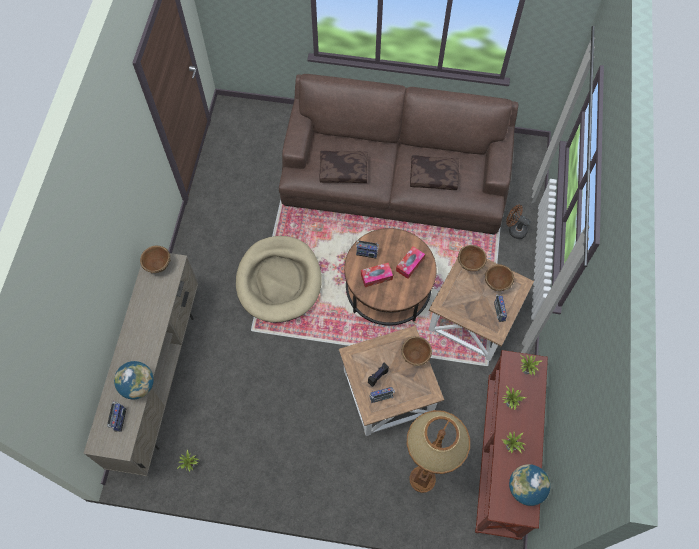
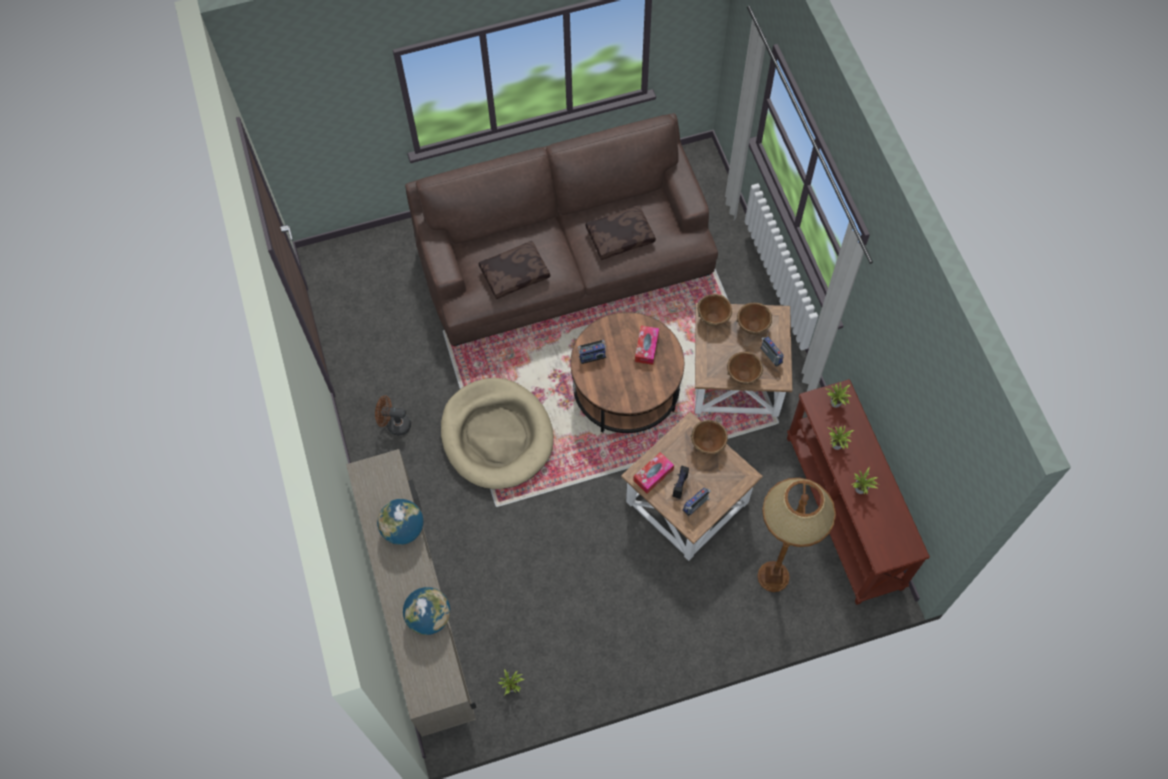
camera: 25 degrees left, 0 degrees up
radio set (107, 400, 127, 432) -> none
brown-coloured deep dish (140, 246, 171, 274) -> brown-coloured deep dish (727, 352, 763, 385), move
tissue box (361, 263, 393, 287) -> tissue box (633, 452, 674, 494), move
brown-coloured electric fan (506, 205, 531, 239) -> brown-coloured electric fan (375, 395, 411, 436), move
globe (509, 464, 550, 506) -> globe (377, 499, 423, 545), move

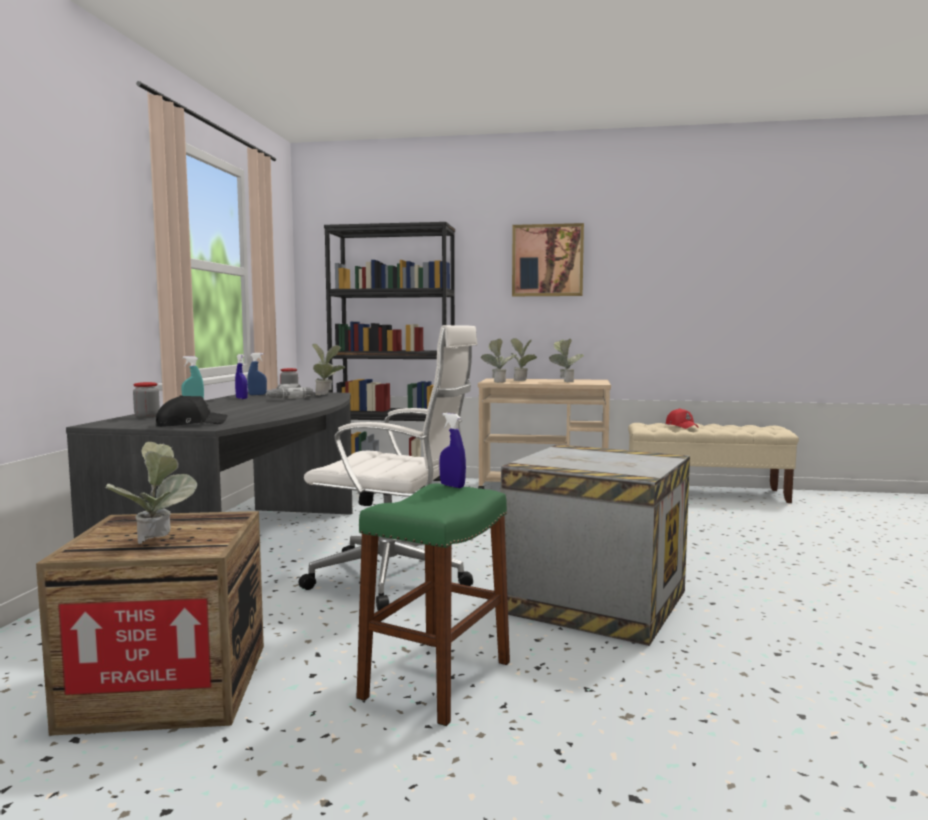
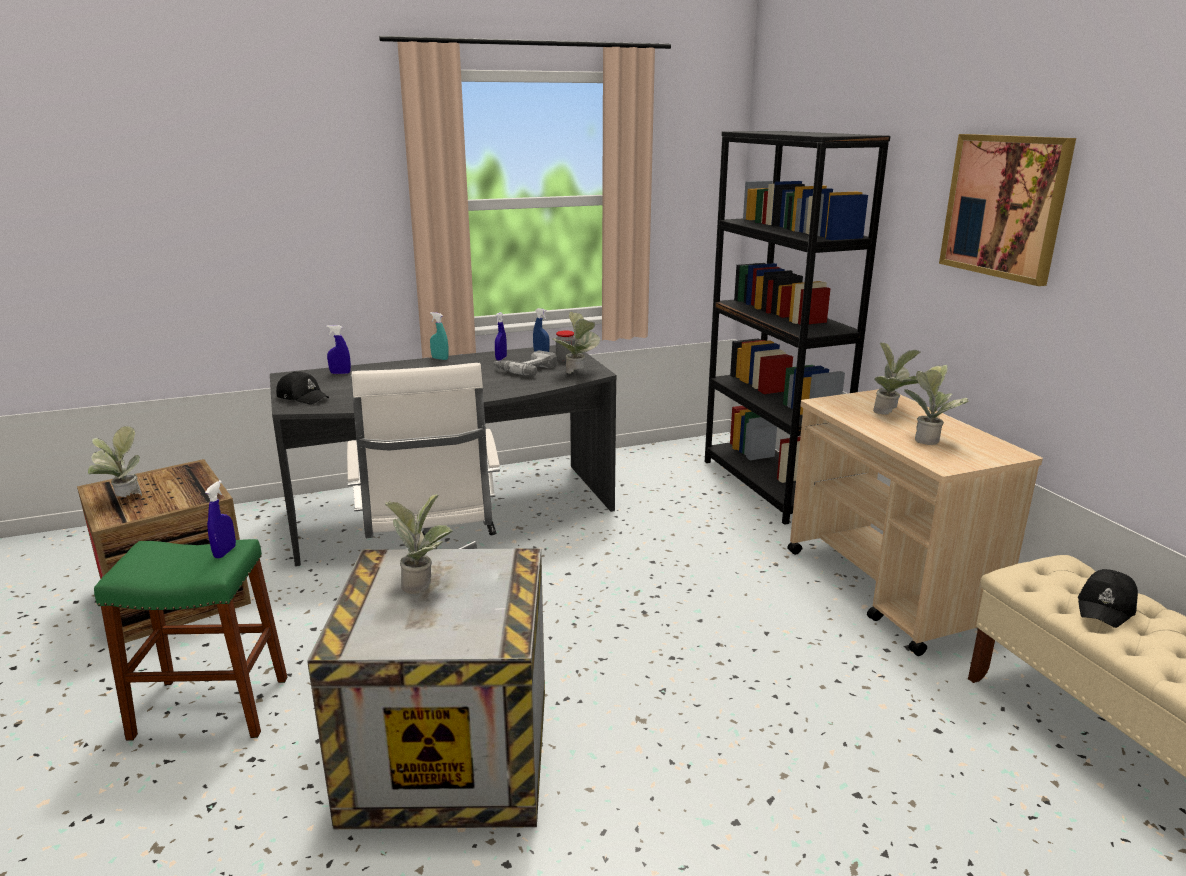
camera: 60 degrees right, 15 degrees up
jar (133, 382, 160, 418) -> blue spray bottle (326, 325, 351, 374)
houseplant (481, 339, 516, 383) -> houseplant (385, 494, 453, 594), move
red-coloured baseball cap (666, 408, 698, 429) -> black-coloured baseball cap (1078, 569, 1138, 628)

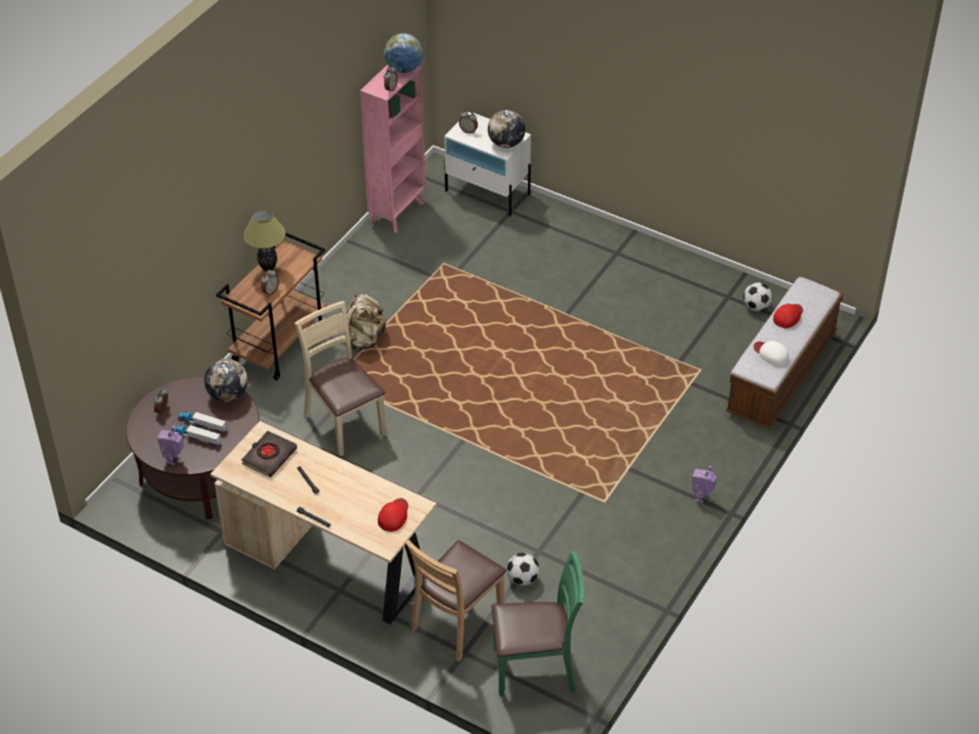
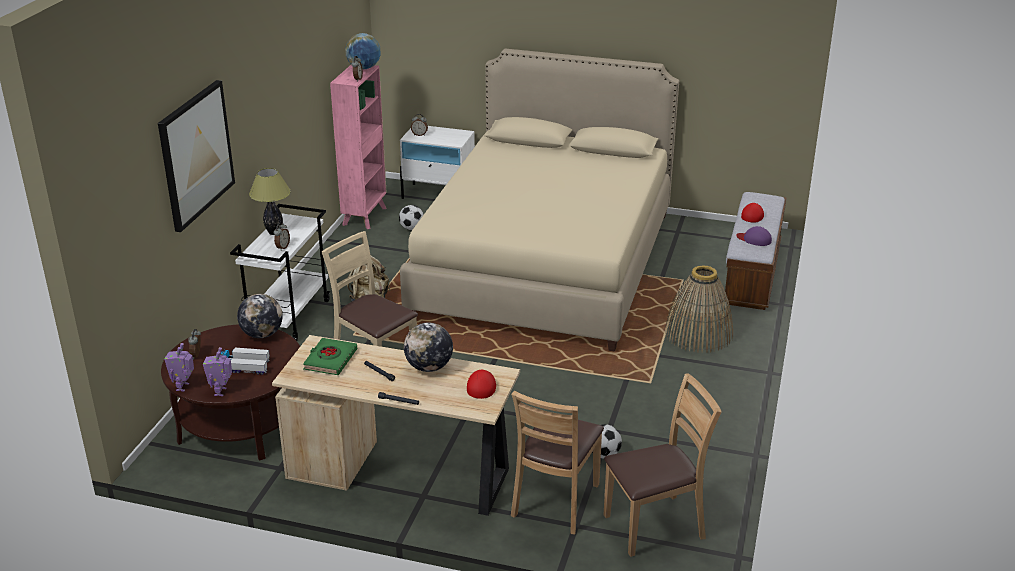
camera: 15 degrees left, 15 degrees down
brown-coloured trolley (216, 233, 326, 380) -> whitish trolley (230, 204, 330, 341)
black-coloured bound book (242, 431, 297, 477) -> green-coloured bound book (303, 338, 357, 375)
globe (488, 110, 525, 148) -> globe (404, 323, 453, 372), move
green-coloured plain chair (491, 551, 584, 696) -> brown-coloured plain chair (603, 373, 722, 557)
robot figure (692, 466, 717, 503) -> robot figure (164, 343, 194, 391), move
football (743, 282, 772, 311) -> football (399, 205, 424, 230), move
whitish baseball cap (754, 341, 789, 366) -> purple-coloured baseball cap (736, 226, 772, 246)
none -> picture (158, 80, 235, 232)
none -> beige sleeping bed (400, 49, 679, 352)
none -> basket (664, 265, 733, 353)

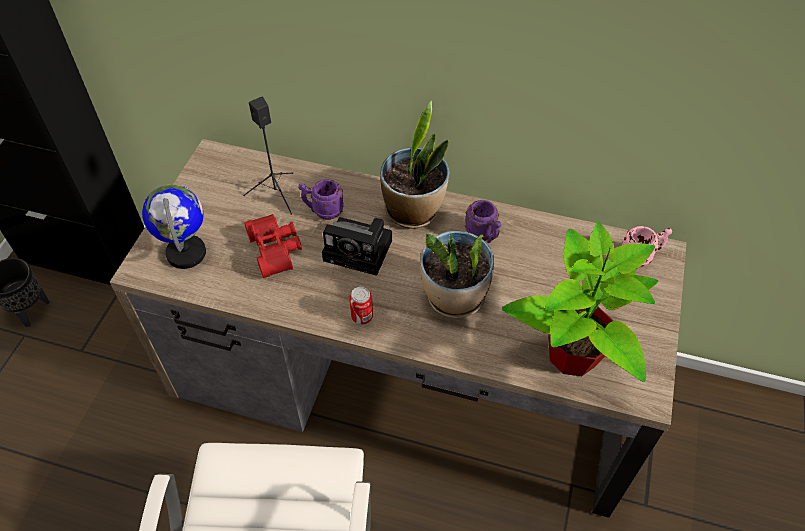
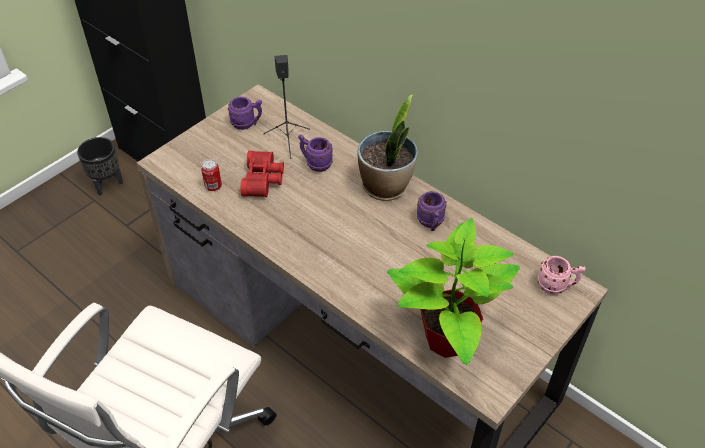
camera: 25 degrees right, 5 degrees down
globe (142, 184, 206, 269) -> none
photo camera (322, 217, 392, 276) -> none
can (350, 287, 373, 325) -> can (201, 159, 222, 191), move
houseplant (420, 231, 494, 318) -> none
none -> purple-coloured coffee mug (228, 97, 262, 130)

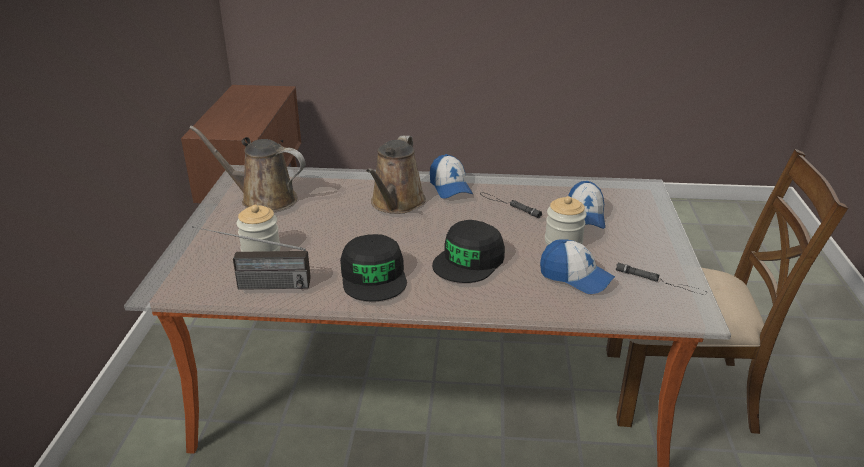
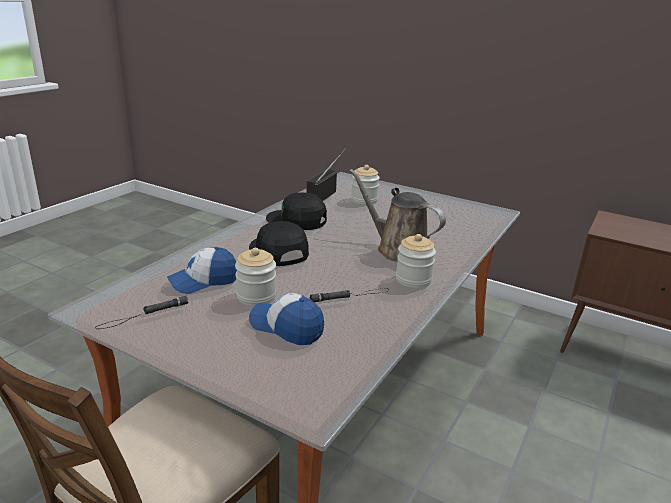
camera: 115 degrees right, 5 degrees down
brown-coloured watering pot (189, 126, 305, 212) -> none
baseball cap (430, 154, 473, 198) -> jar (396, 234, 436, 288)

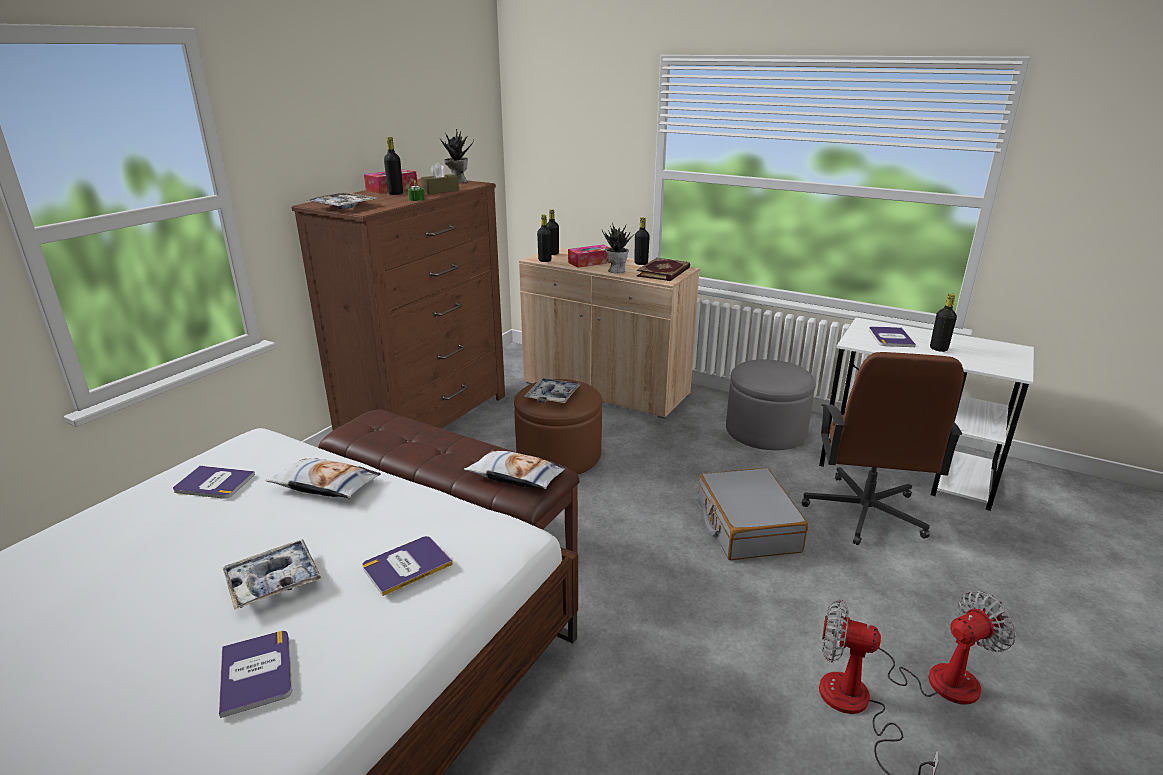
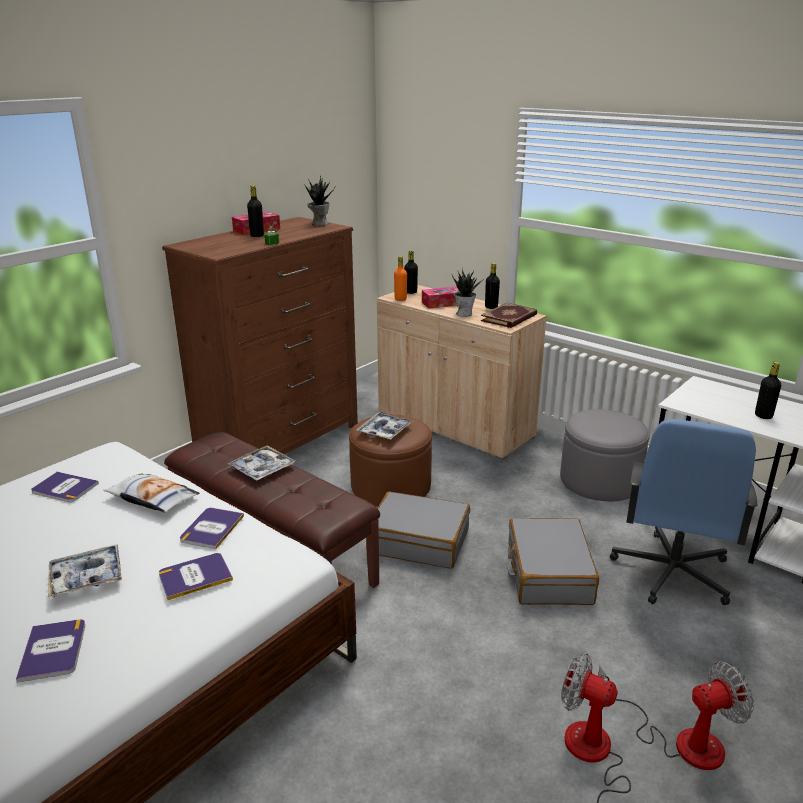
camera: 10 degrees right, 0 degrees up
tray (309, 193, 377, 209) -> tray (228, 446, 295, 481), move
brown-coloured tissue box (421, 162, 459, 194) -> none
throw pillow (464, 450, 567, 489) -> none
black-coloured bottle (537, 215, 551, 262) -> orange bottle (394, 256, 407, 301)
brown-coloured office chair (802, 352, 964, 545) -> blue office chair (610, 419, 758, 605)
bound book (869, 326, 916, 347) -> bound book (180, 508, 244, 549), move
none -> greyish piece of luggage (366, 491, 470, 569)

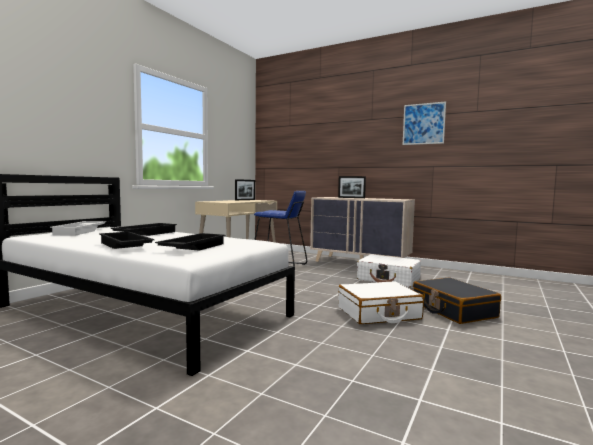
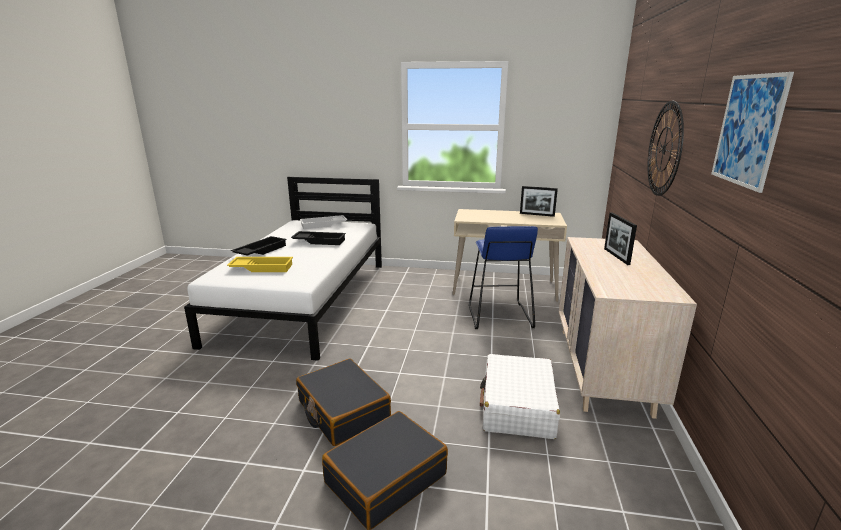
camera: 70 degrees right, 15 degrees up
black-coloured tray (155, 233, 225, 251) -> yellowish tray (227, 257, 293, 272)
whitish piece of luggage (338, 281, 424, 324) -> black-coloured piece of luggage (296, 358, 391, 446)
none -> clock on the wall (647, 101, 684, 196)

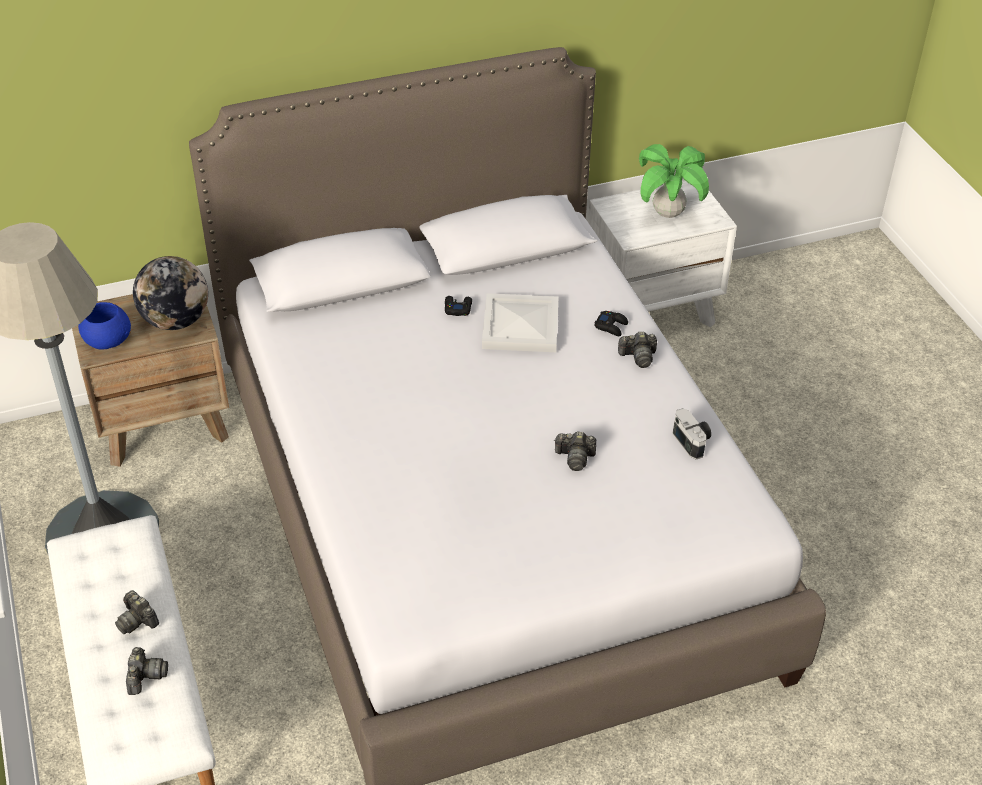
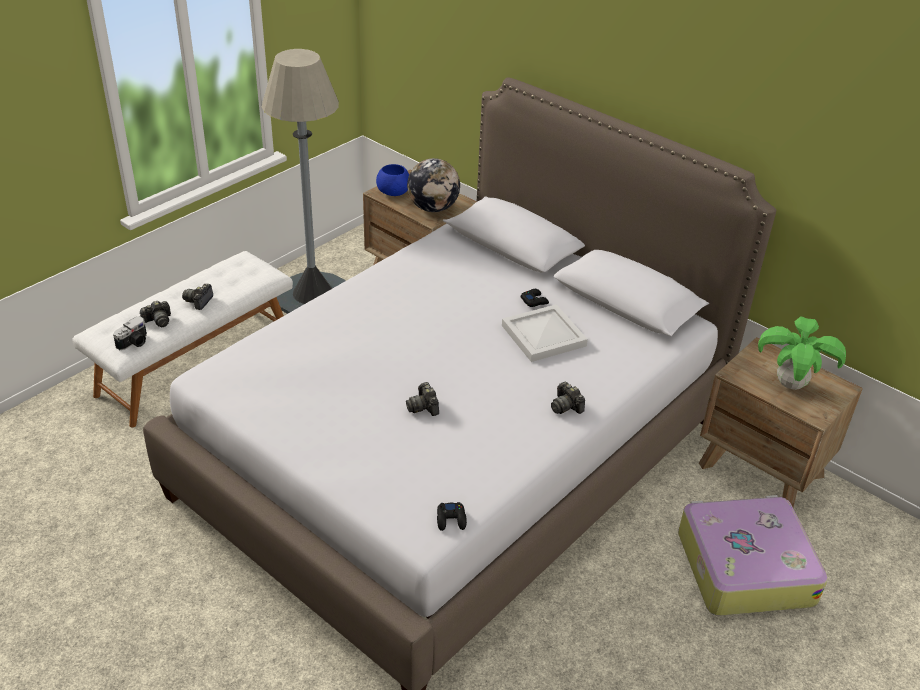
camera: 60 degrees right, 5 degrees down
whitish bedside table (588, 180, 737, 328) -> brown-coloured bedside table (699, 337, 863, 507)
black-coloured game controller (594, 311, 628, 336) -> black-coloured game controller (437, 502, 467, 531), move
photo camera (672, 408, 711, 460) -> photo camera (113, 316, 147, 350), move
none -> piece of luggage (678, 495, 828, 616)

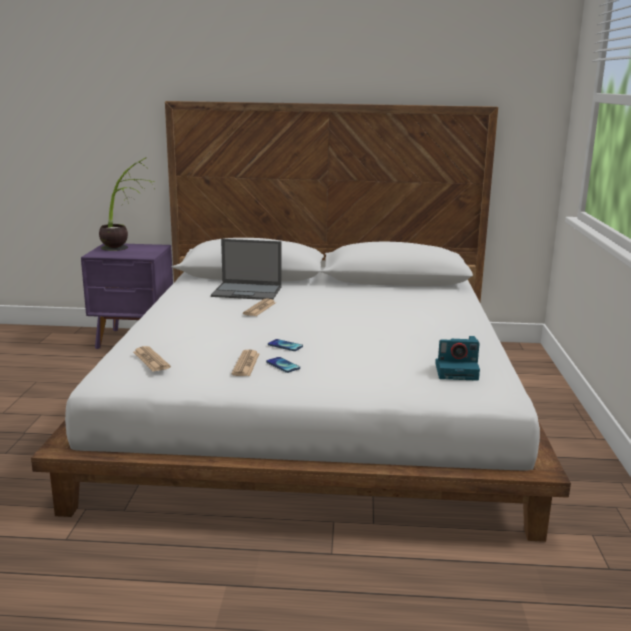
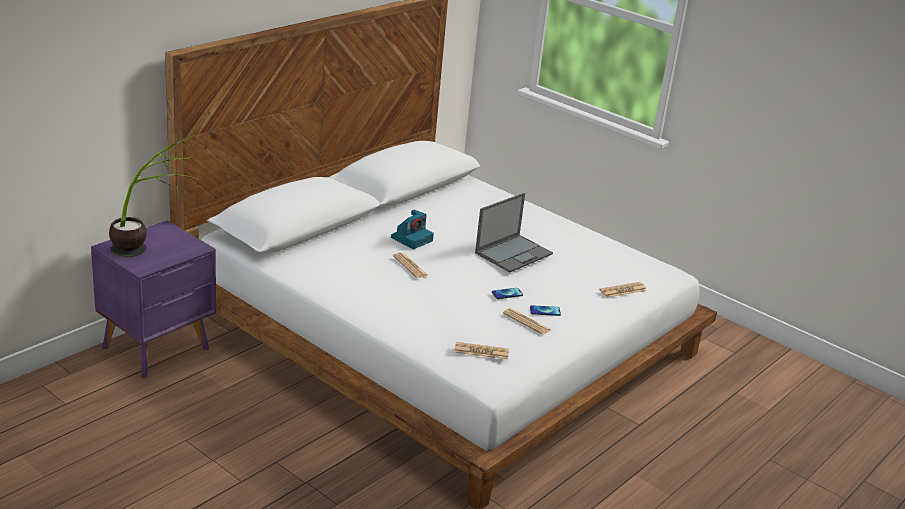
camera: 55 degrees left, 10 degrees up
portable computer (211, 239, 282, 300) -> portable computer (475, 193, 553, 272), move
photo camera (435, 336, 480, 381) -> photo camera (391, 210, 434, 249), move
none -> newspaper (599, 282, 647, 298)

